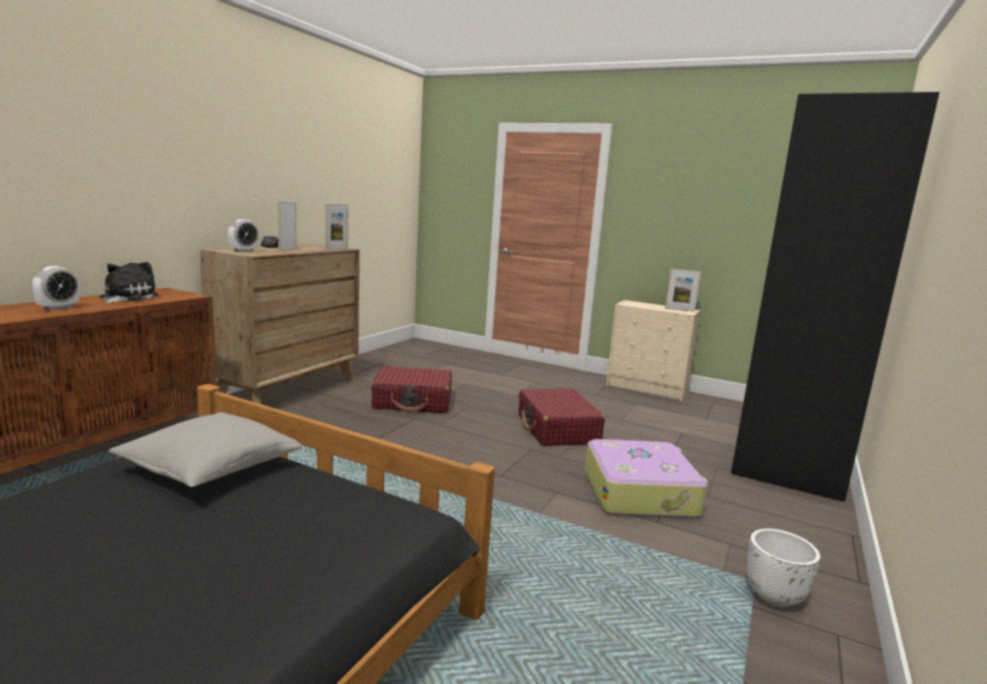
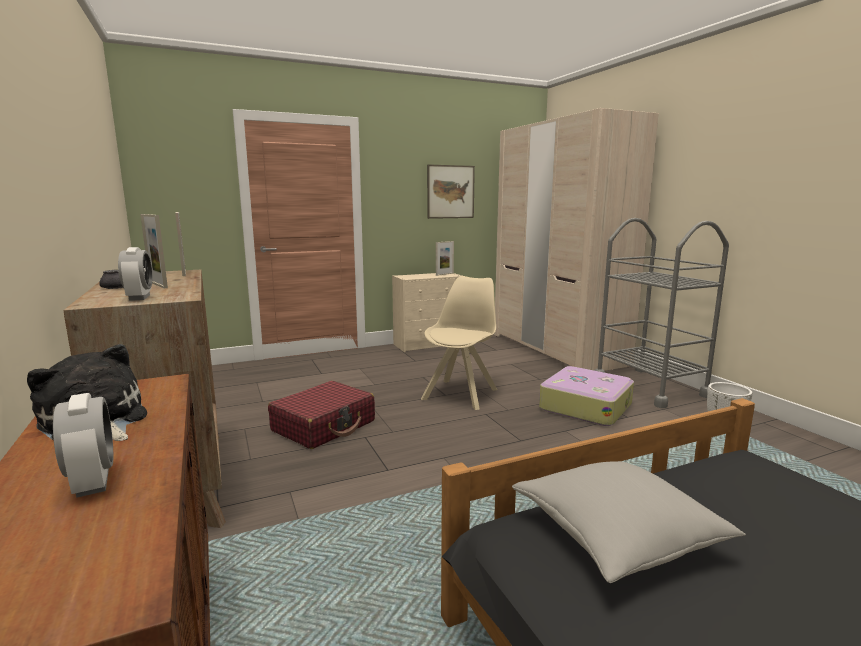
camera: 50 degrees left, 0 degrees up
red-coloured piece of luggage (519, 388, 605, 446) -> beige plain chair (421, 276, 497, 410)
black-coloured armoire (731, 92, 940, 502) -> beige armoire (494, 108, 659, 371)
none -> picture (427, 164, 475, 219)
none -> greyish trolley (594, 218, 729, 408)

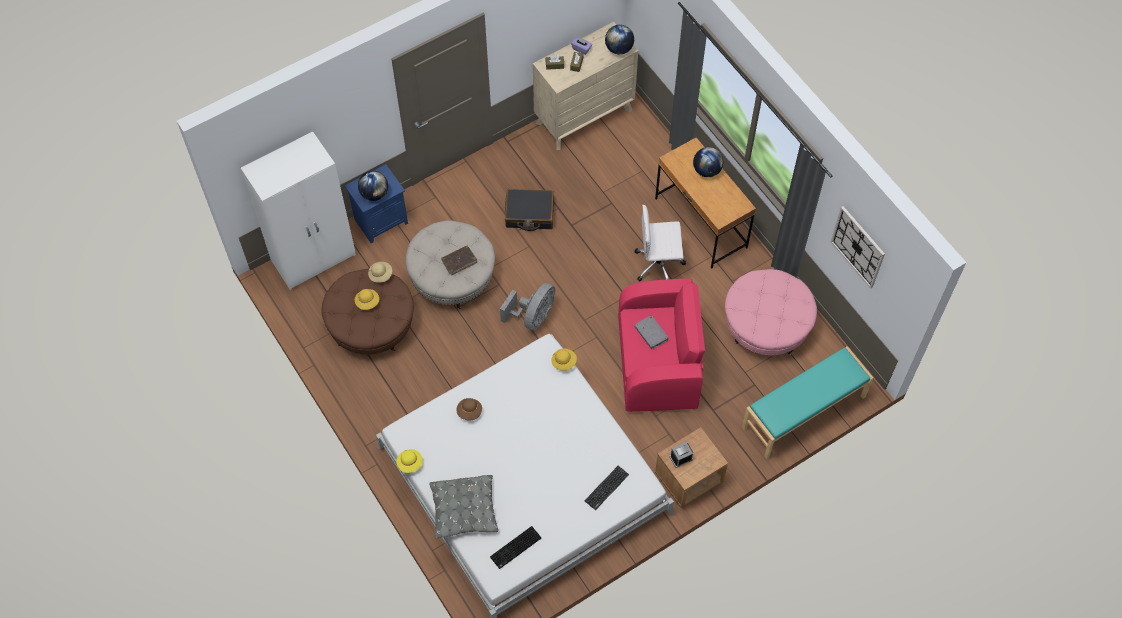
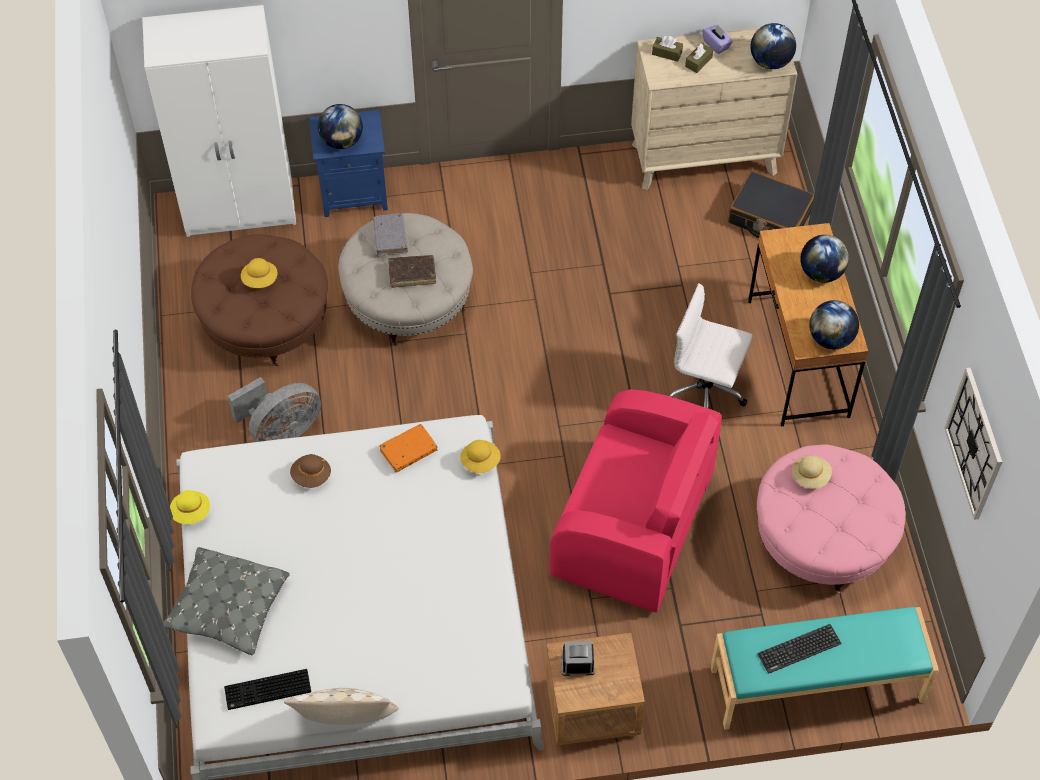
camera: 25 degrees right, 5 degrees down
beige wearable hat (368, 262, 392, 283) -> beige wearable hat (792, 455, 832, 489), move
greyish electric fan (500, 283, 555, 331) -> greyish electric fan (228, 377, 321, 442), move
black-coloured piece of luggage (505, 189, 554, 231) -> black-coloured piece of luggage (728, 171, 814, 238), move
PC keyboard (584, 466, 629, 510) -> PC keyboard (758, 624, 841, 674), move
greyish bound book (634, 315, 668, 349) -> greyish bound book (373, 213, 408, 255), move
none -> beige throw pillow (284, 688, 399, 725)
none -> orange bound book (379, 424, 437, 472)
none -> globe (809, 300, 859, 350)

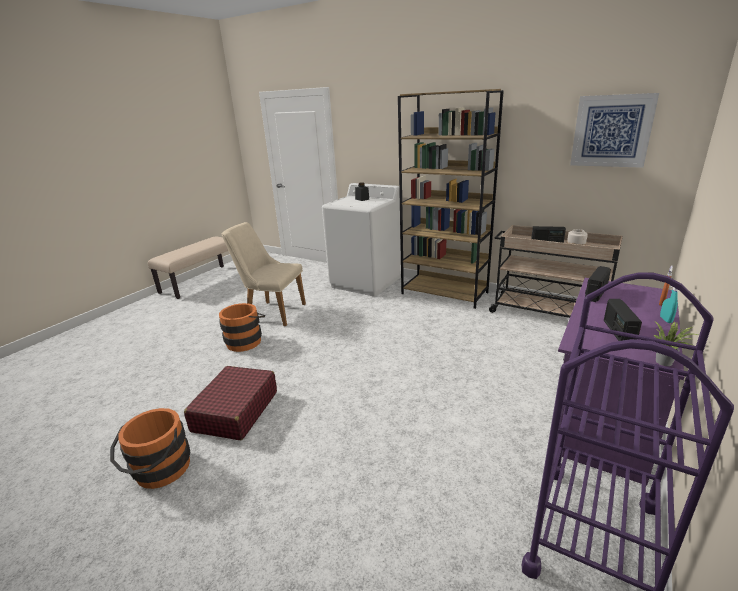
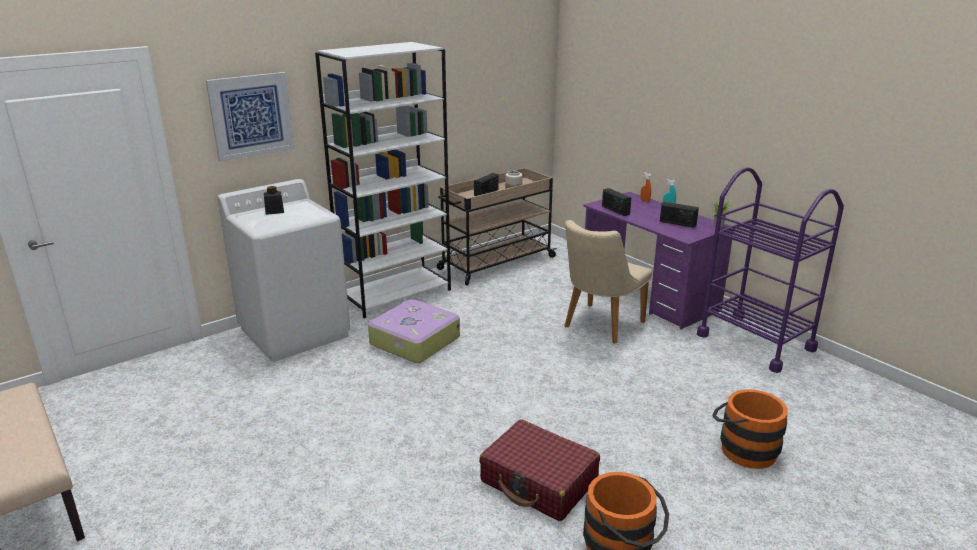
camera: 70 degrees left, 0 degrees up
orange pail (219, 303, 265, 352) -> orange pail (712, 389, 788, 469), move
beige plain chair (222, 222, 306, 326) -> beige plain chair (565, 220, 653, 344), move
brown-coloured shelving unit (398, 89, 504, 309) -> whitish shelving unit (315, 42, 451, 318)
picture (570, 93, 659, 168) -> picture (206, 72, 294, 162), move
none -> piece of luggage (368, 299, 460, 363)

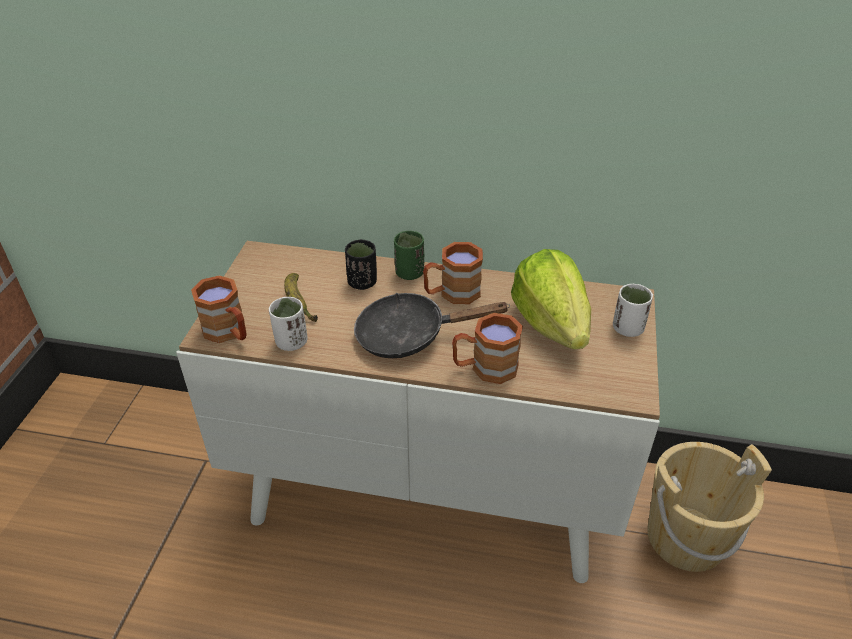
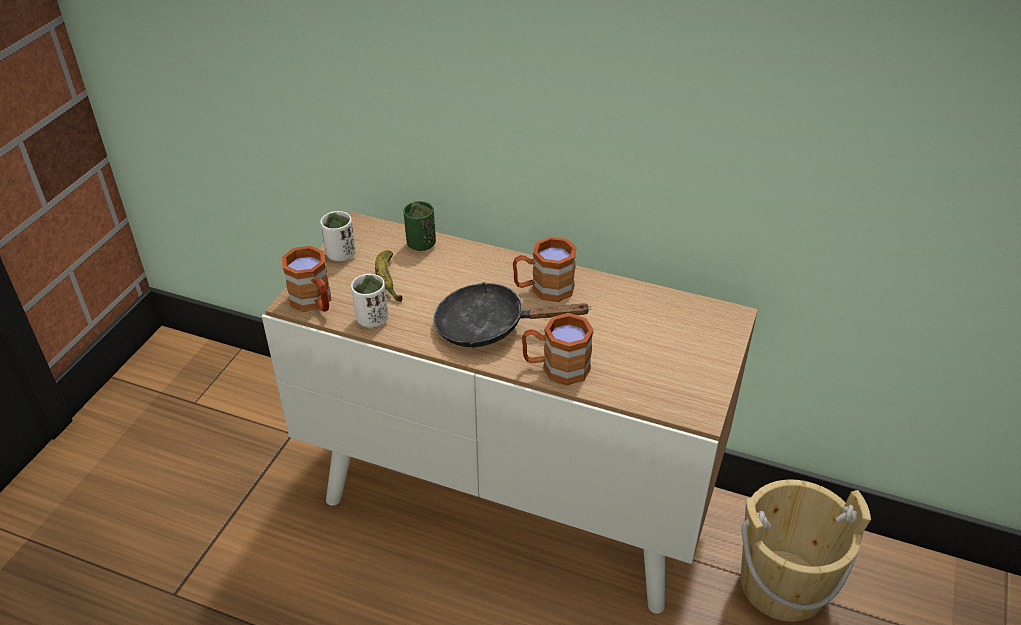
camera: 10 degrees right, 0 degrees up
black-coloured small cup (345, 239, 377, 290) -> none
green-coloured small cup (394, 231, 424, 280) -> green-coloured small cup (403, 201, 436, 251), move
head of lettuce (511, 249, 591, 349) -> none
whitish small cup (613, 284, 653, 337) -> whitish small cup (320, 211, 356, 261), move

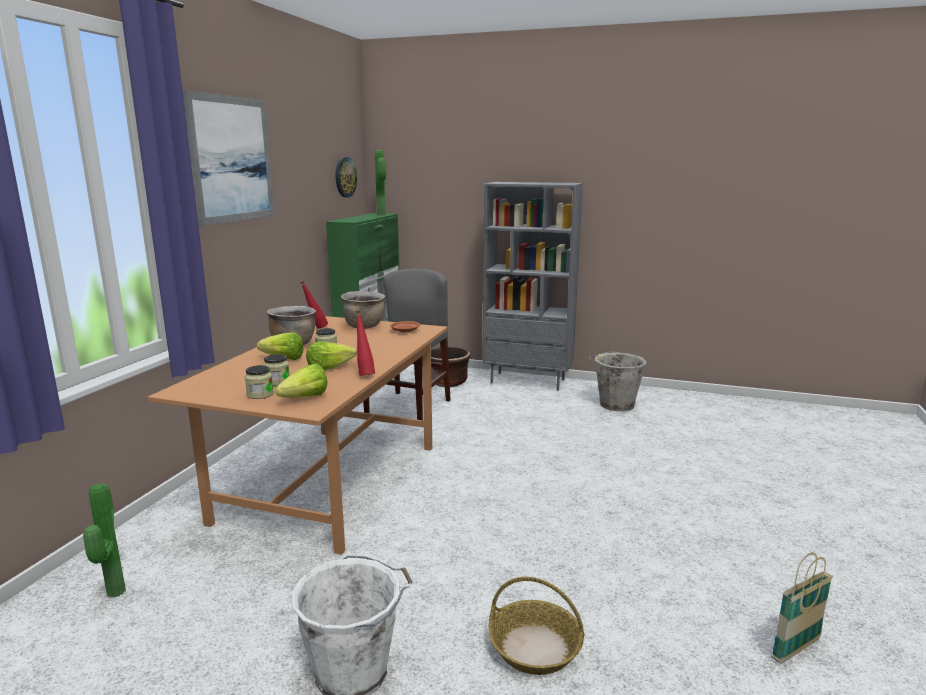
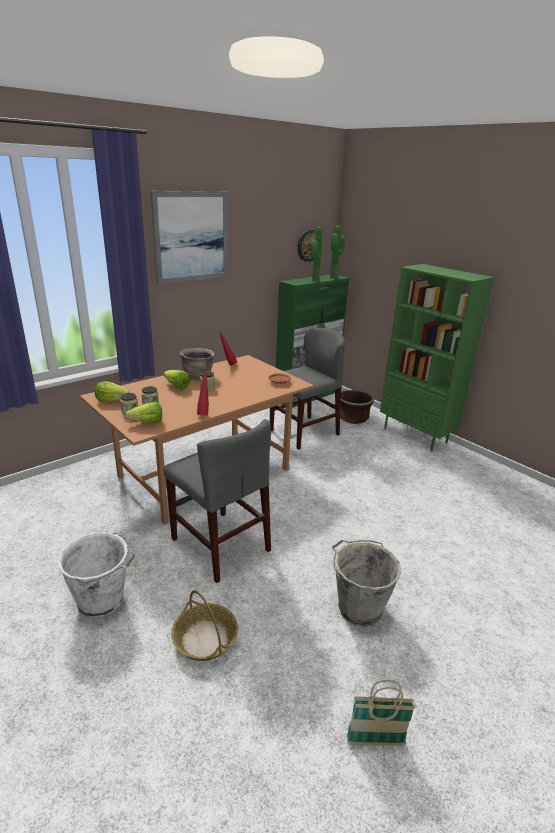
camera: 30 degrees right, 10 degrees up
houseplant (83, 484, 126, 598) -> houseplant (311, 227, 323, 282), move
head of lettuce (306, 342, 357, 370) -> head of lettuce (94, 381, 130, 402), move
brown-coloured cooking pot (341, 291, 385, 329) -> none
greyish shelving unit (482, 182, 583, 391) -> green-coloured shelving unit (380, 264, 495, 452)
greyish pail (589, 352, 647, 411) -> greyish pail (332, 540, 402, 627), move
none -> greyish plain chair (163, 419, 271, 583)

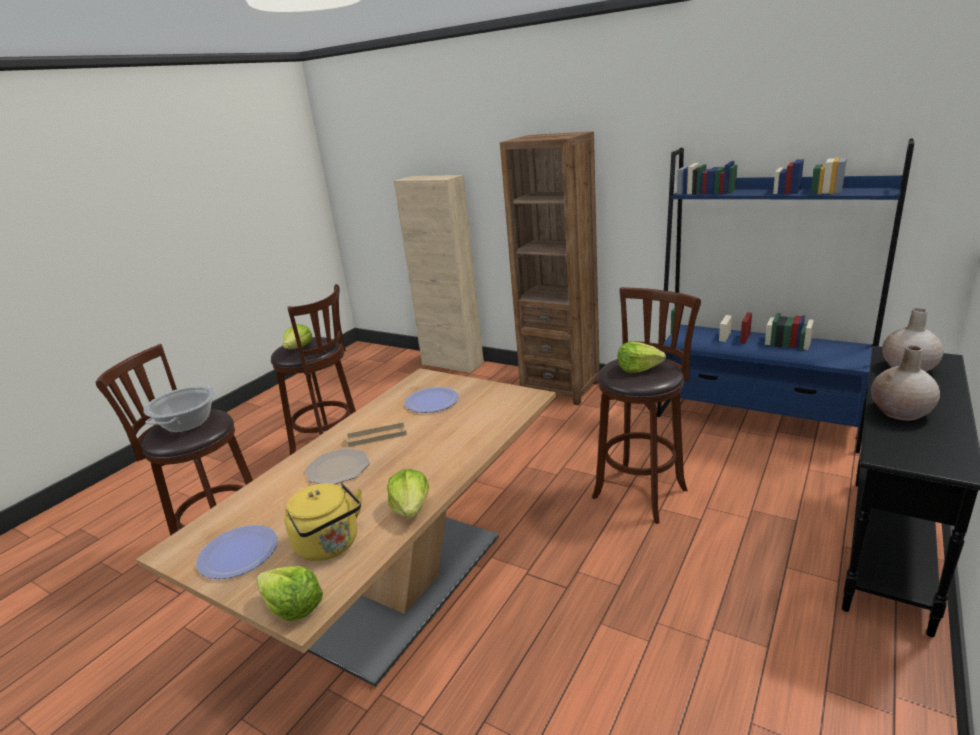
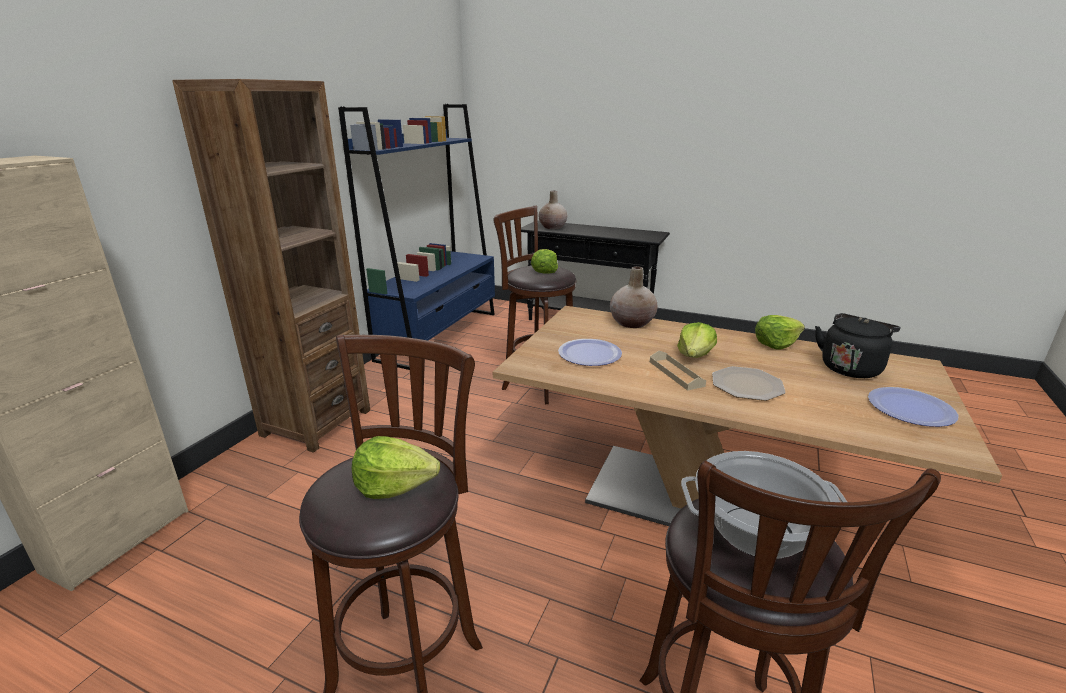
camera: 100 degrees left, 0 degrees up
head of lettuce (256, 566, 323, 621) -> head of lettuce (677, 322, 717, 358), move
yellowish kettle (284, 482, 362, 561) -> black-coloured kettle (815, 313, 901, 378)
beige decorative vase (871, 346, 940, 421) -> beige decorative vase (610, 266, 658, 328), move

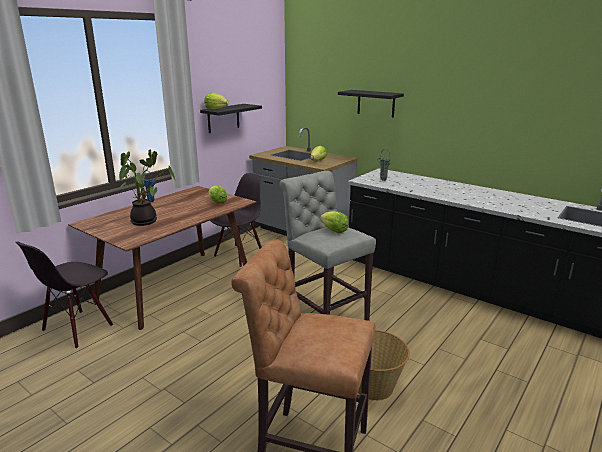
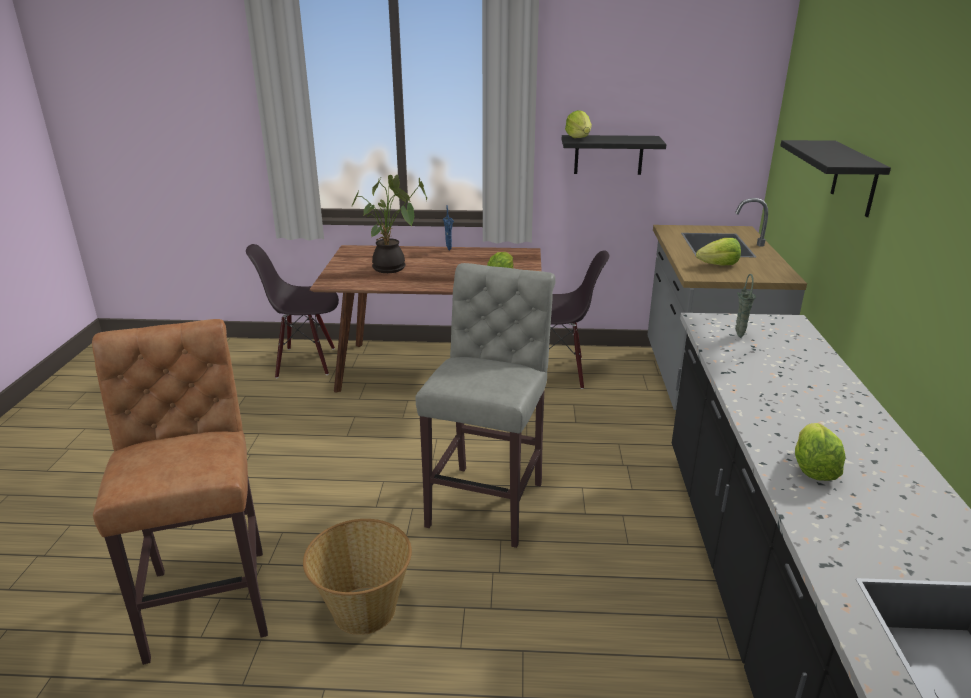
camera: 55 degrees right, 5 degrees up
head of lettuce (320, 211, 349, 233) -> head of lettuce (795, 423, 846, 481), move

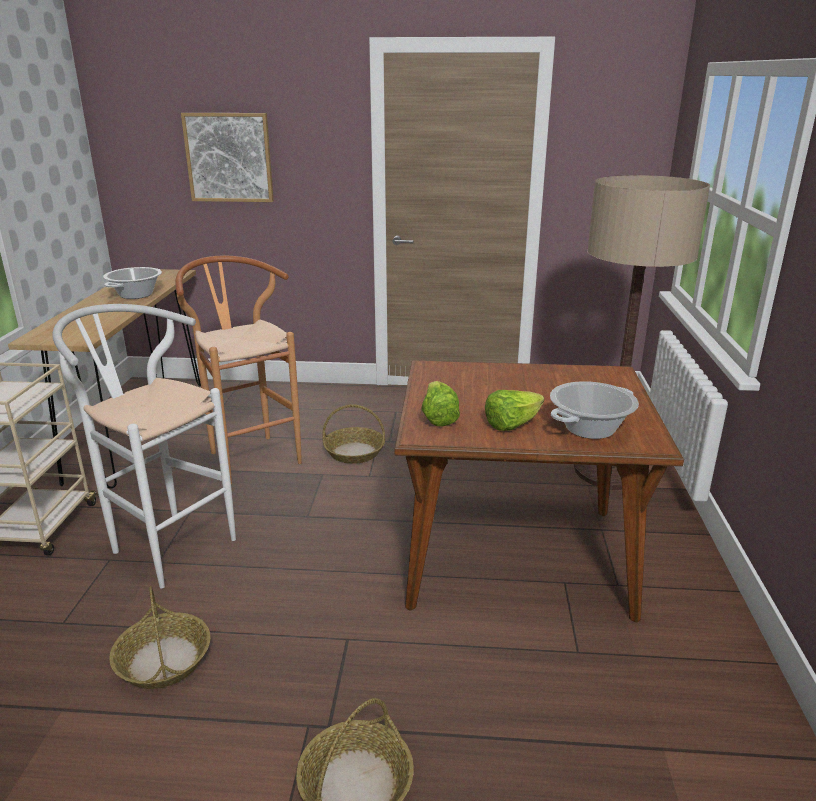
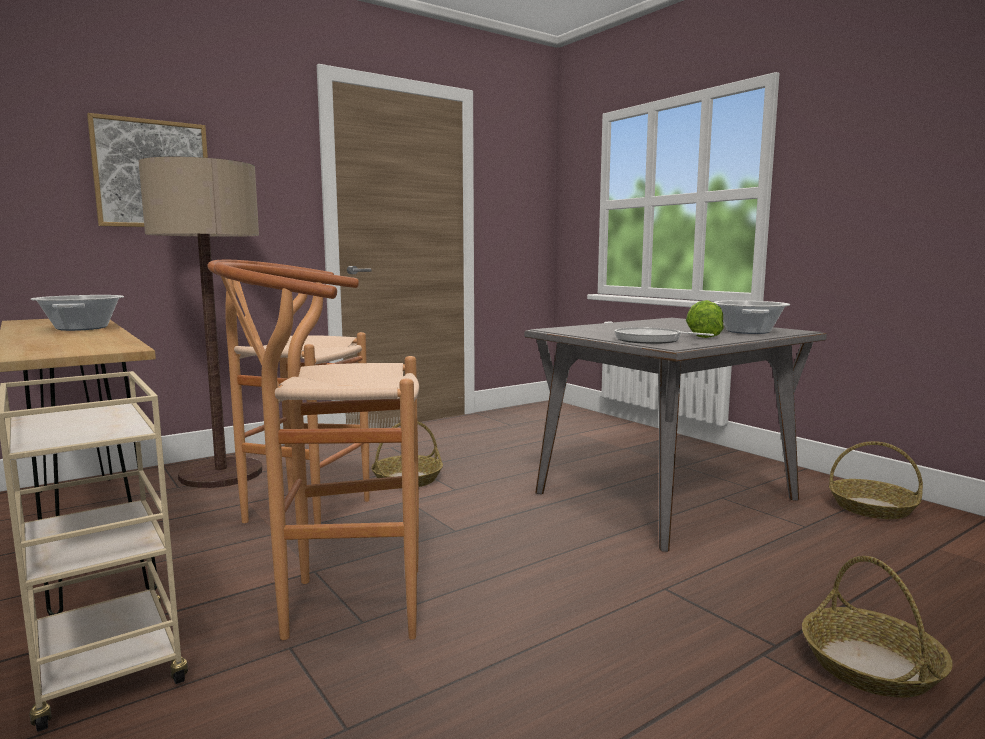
camera: 40 degrees left, 15 degrees down
whitish stool (52, 304, 236, 589) -> brown-coloured stool (214, 262, 419, 640)
basket (109, 586, 210, 689) -> basket (829, 441, 923, 519), move
brown-coloured dinner table (394, 360, 684, 623) -> greyish dinner table (525, 318, 827, 552)
head of lettuce (421, 381, 460, 426) -> frying pan (615, 327, 714, 344)
standing lamp (574, 175, 710, 490) -> standing lamp (139, 157, 262, 488), move

